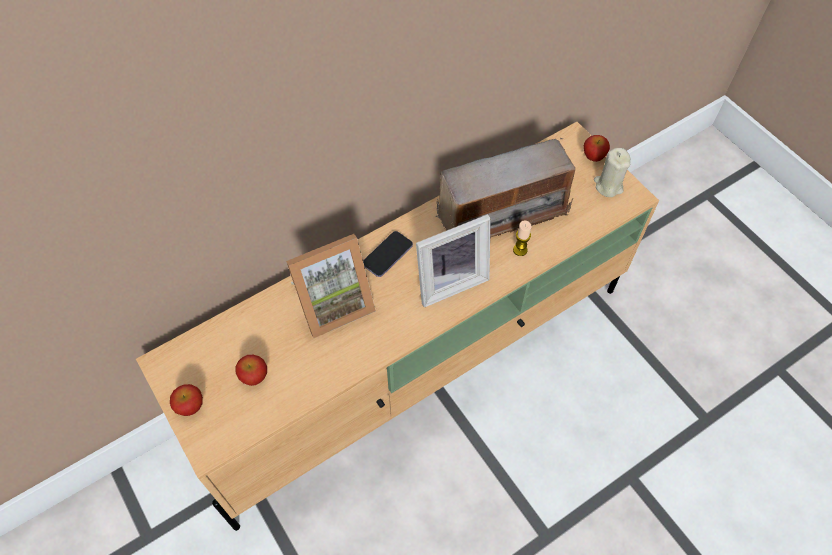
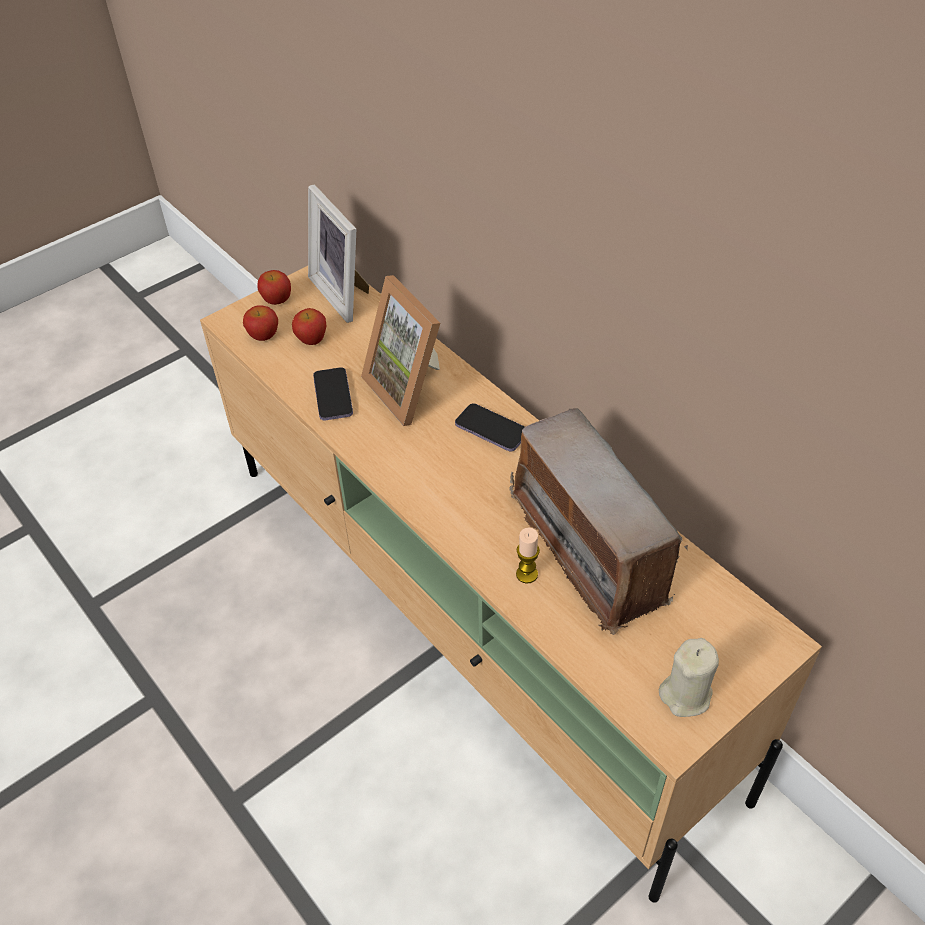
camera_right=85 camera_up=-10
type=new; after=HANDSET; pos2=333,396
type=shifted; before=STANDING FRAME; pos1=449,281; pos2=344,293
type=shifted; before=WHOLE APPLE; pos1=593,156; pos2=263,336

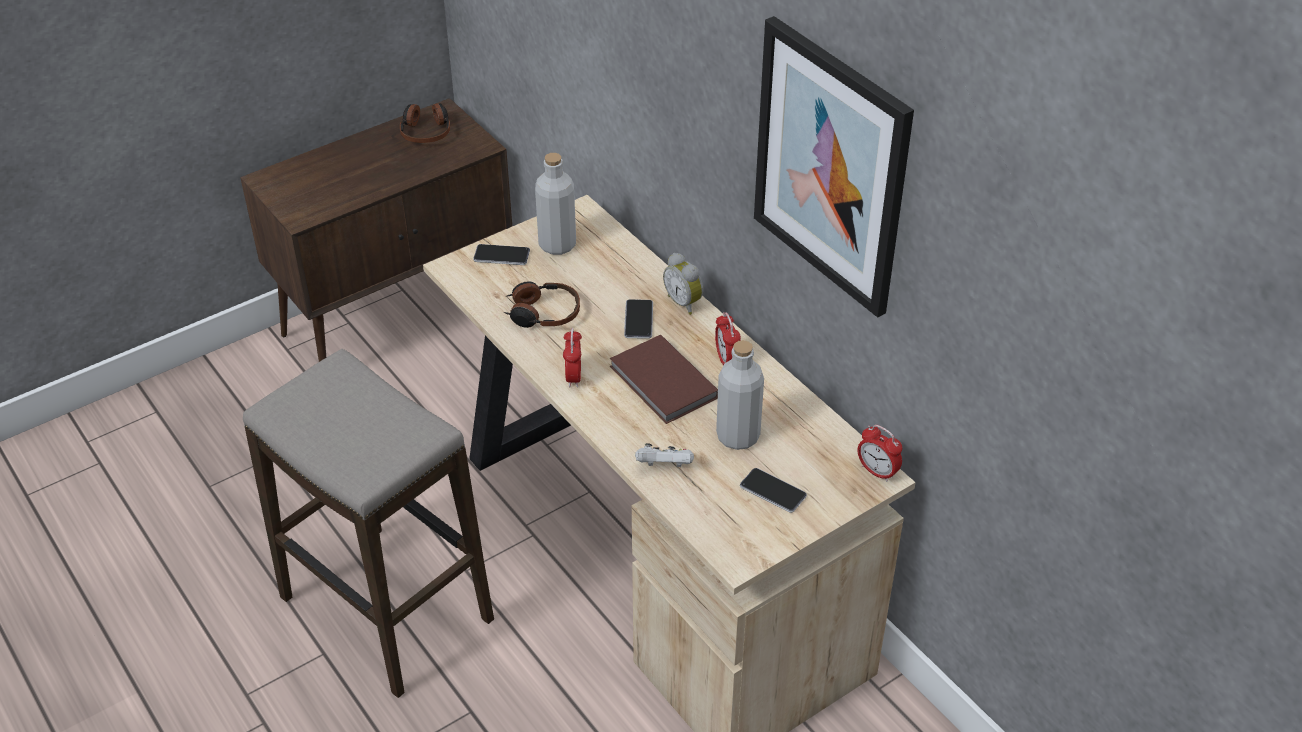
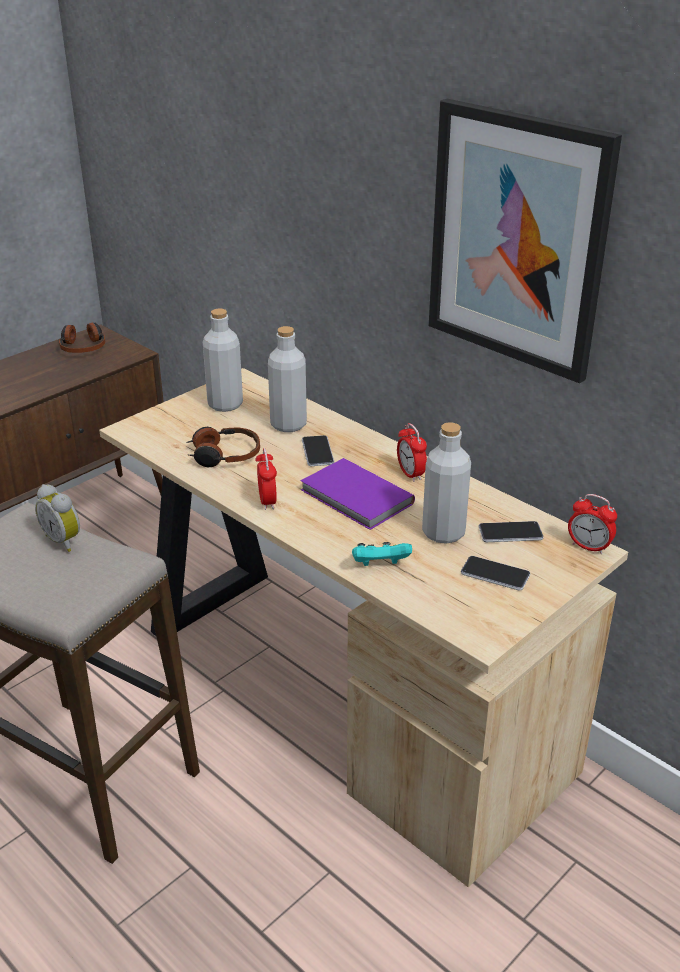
camera_right=-10 camera_up=-10
type=new; after=GREY BOTTLE; pos2=288,424
type=shifted; before=HANDSET; pos1=501,256; pos2=510,533
type=shifted; before=ALARM CLOCK; pos1=685,302; pos2=64,540
type=repainted; before=BROWN BOUND BOOK; after=PURPLISH BOUND BOOK; pos1=662,383; pos2=356,498
type=repainted; before=WHITE GAME CONTROLLER; after=TURQUOISE-COLOURED GAME CONTROLLER; pos1=664,467; pos2=380,565

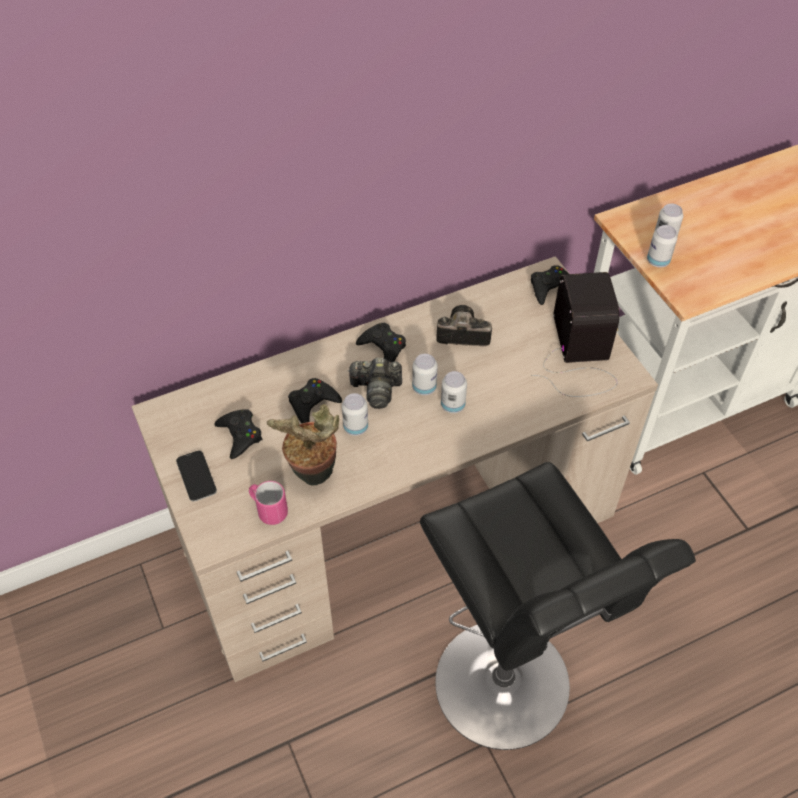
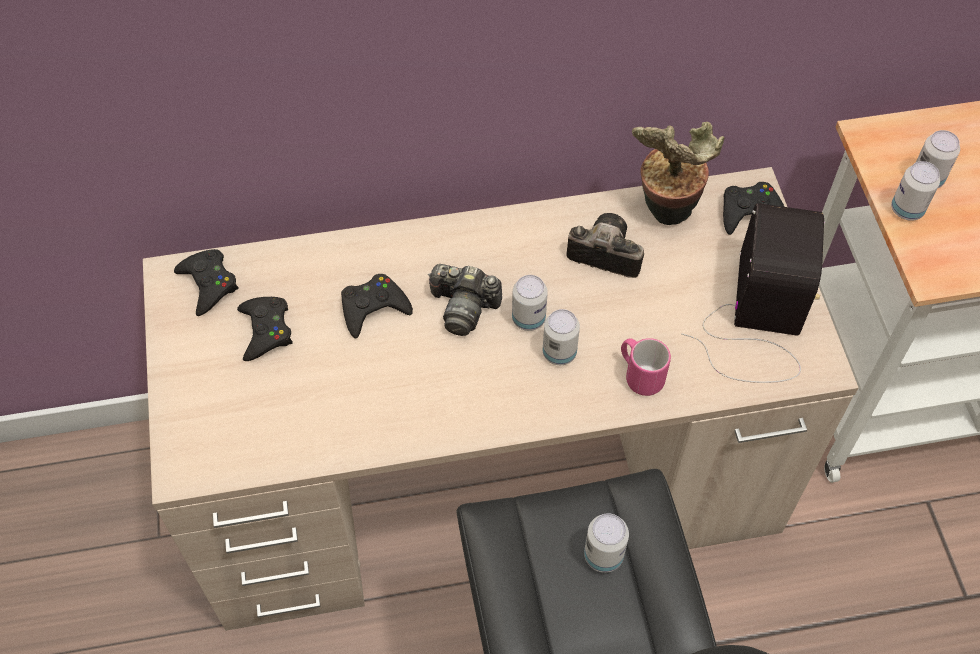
camera_right=15 camera_up=5
type=gone; before=HANDSET; pos1=196,476
type=shifted; before=PINK-COLOURED MUG; pos1=268,510; pos2=639,375
type=shifted; before=PLANT IN A POT; pos1=312,475; pos2=665,213
type=shifted; before=SEALED CAN; pos1=355,427; pos2=603,555
type=shifted; before=BLACK GAME CONTROLLER; pos1=383,347; pos2=208,284

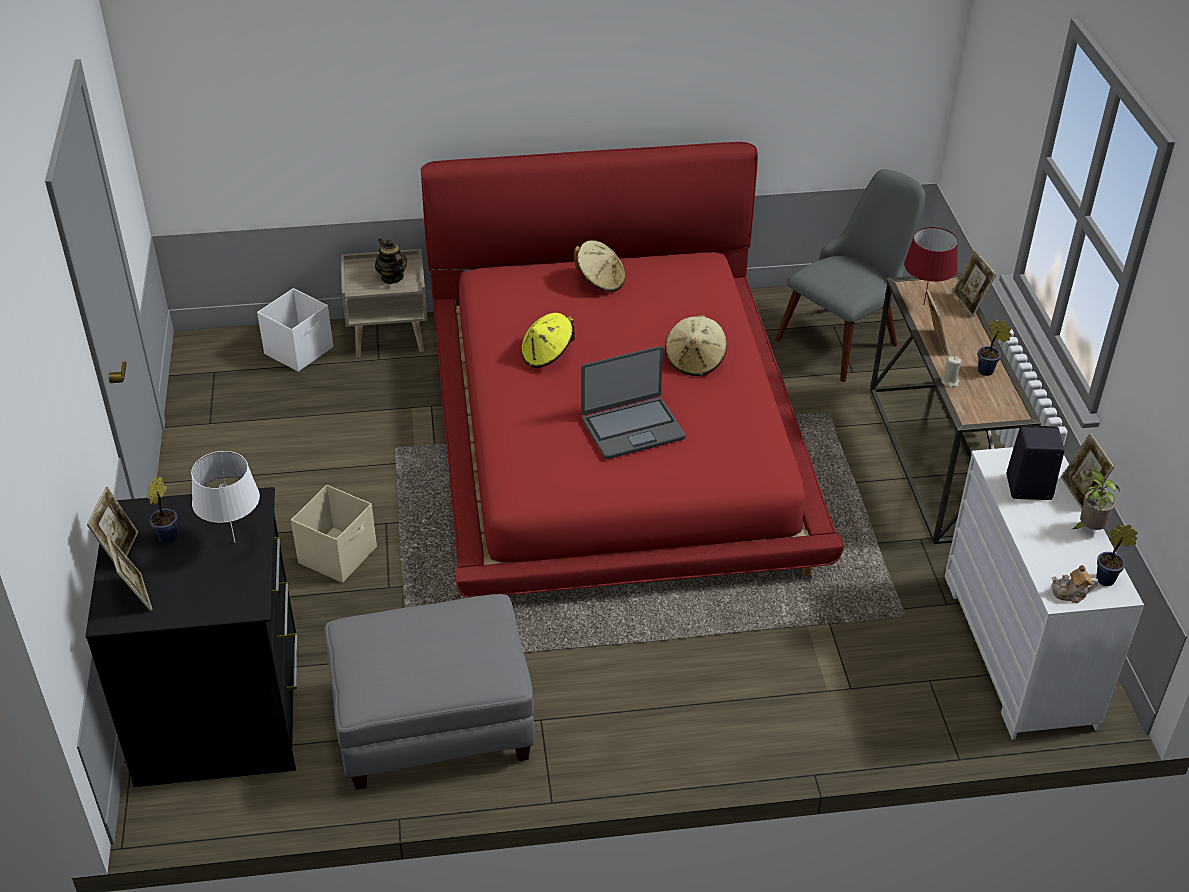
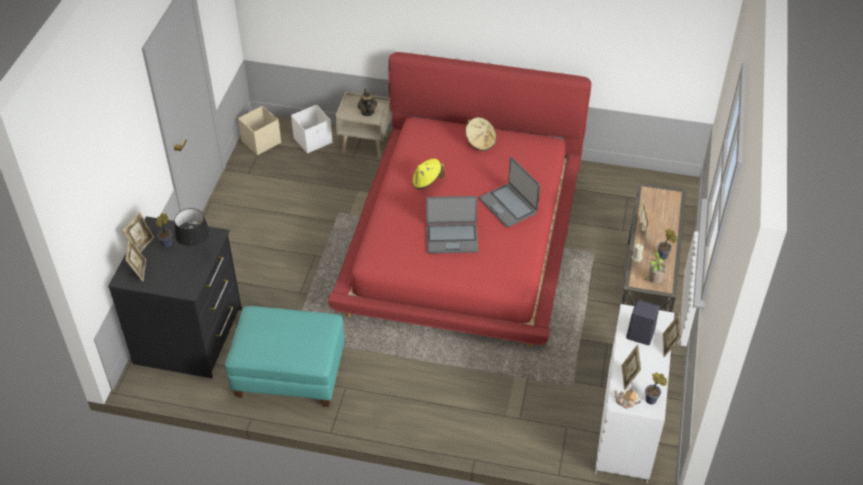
camera_right=20 camera_up=5
type=gone; before=GREY PLAIN CHAIR; pos1=847,336
type=gone; before=RED-COLOURED LAMP FOR A TABLE; pos1=924,305
type=shifted; before=SAND-COLOURED STORAGE CONTAINER; pos1=339,555; pos2=262,142
type=shifted; before=STANDING FRAME; pos1=969,303; pos2=628,378
type=shifted; before=PLANT IN A POT; pos1=1088,529; pos2=653,281
type=swapped; before=SAND-COLOURED WEARABLE HAT; after=PORTABLE COMPUTER; pos1=695,361; pos2=508,206
type=repainted; before=WHITE LAMP FOR A TABLE; after=BLACK LAMP FOR A TABLE; pos1=234,542; pos2=196,255
type=repainted; before=GREY OTTOMAN; after=TURQUOISE-COLOURED OTTOMAN; pos1=433,726; pos2=289,374

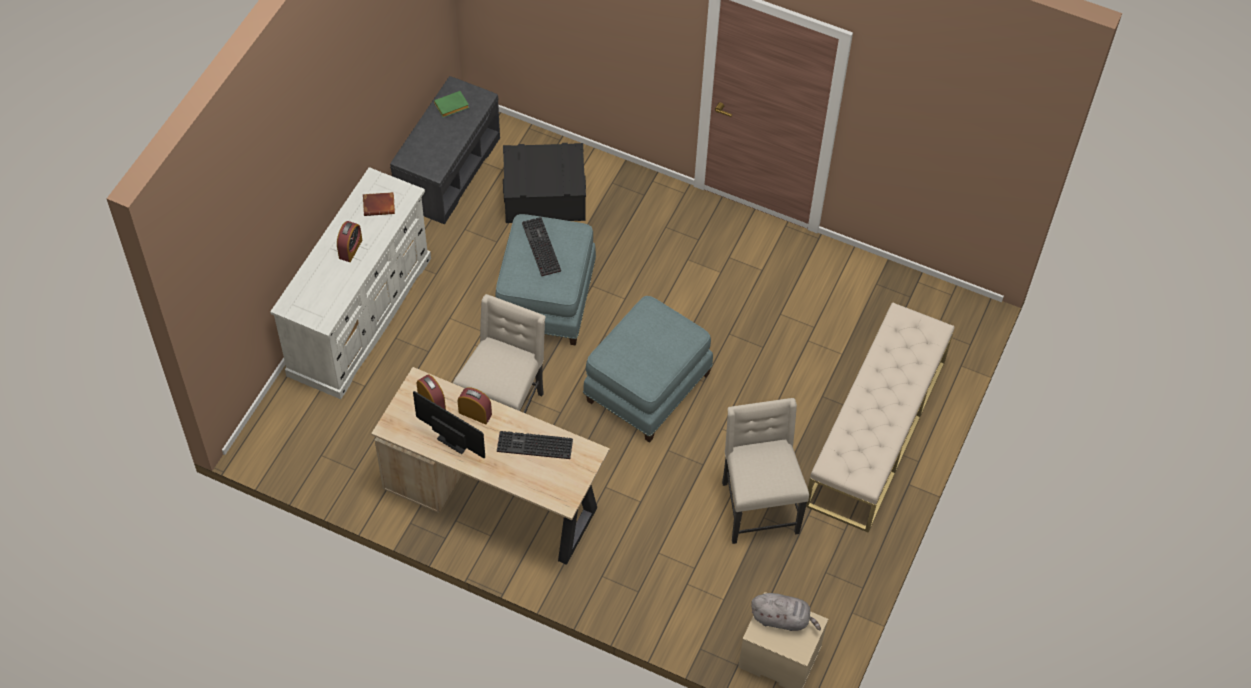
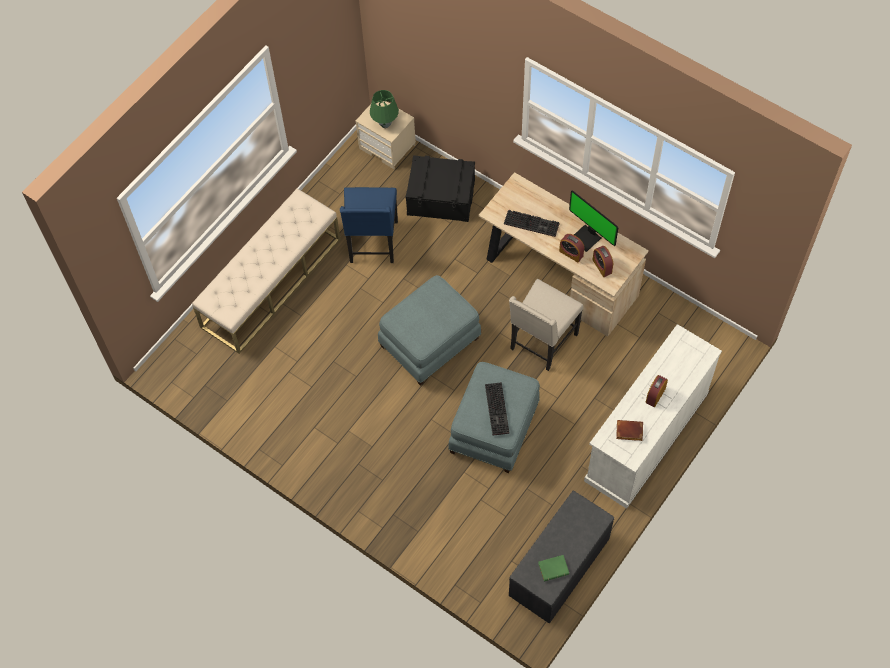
camera_right=-165 camera_up=5
type=shifted; before=BLACK STORAGE CONTAINER; pos1=544,196; pos2=441,197
type=swapped; before=GREY SOFT TOY; after=GREENISH LAMP FOR A TABLE; pos1=782,619; pos2=385,124
type=repainted; before=SAND-COLOURED PLAIN CHAIR; after=BLUE PLAIN CHAIR; pos1=757,506; pos2=373,243

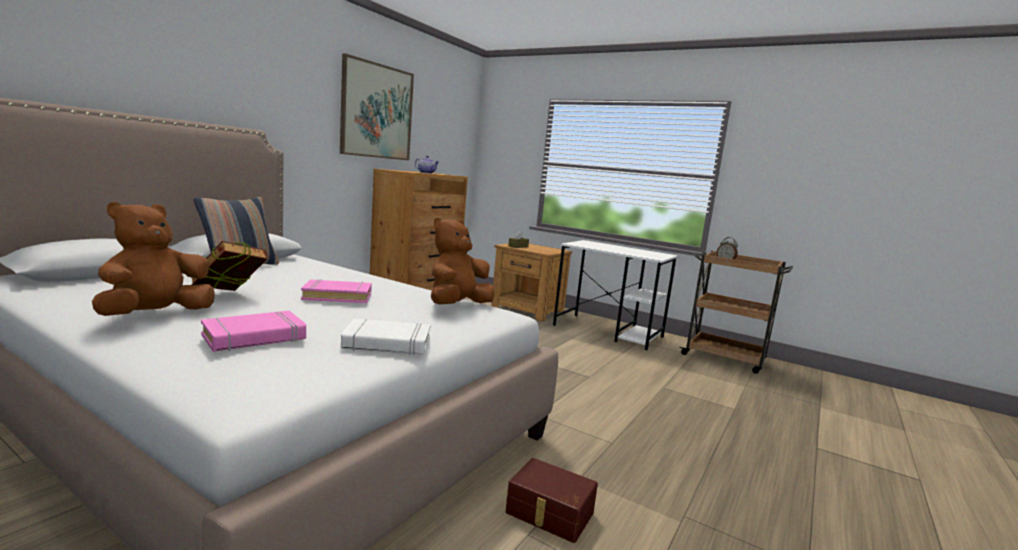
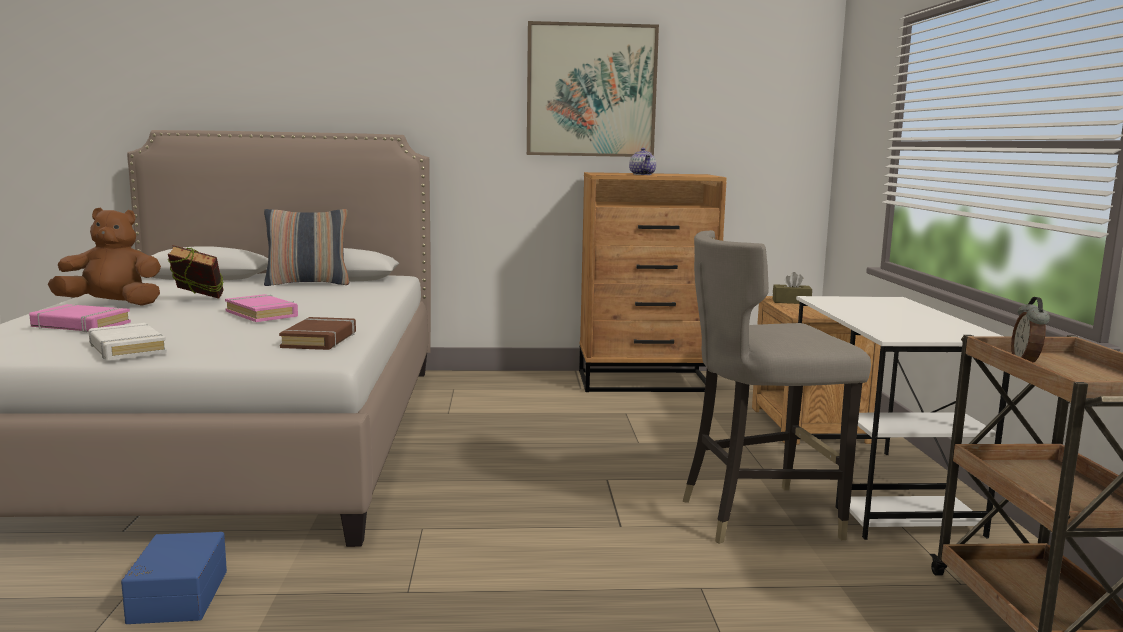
camera_right=55 camera_up=0
type=new; after=GREY STOOL SEAT; pos2=757,516
type=swapped; before=BROWN SOFT TOY; after=BROWN BOUND BOOK; pos1=457,306; pos2=320,340
type=repainted; before=BROWN STORAGE CONTAINER; after=BLUE STORAGE CONTAINER; pos1=549,513; pos2=175,596

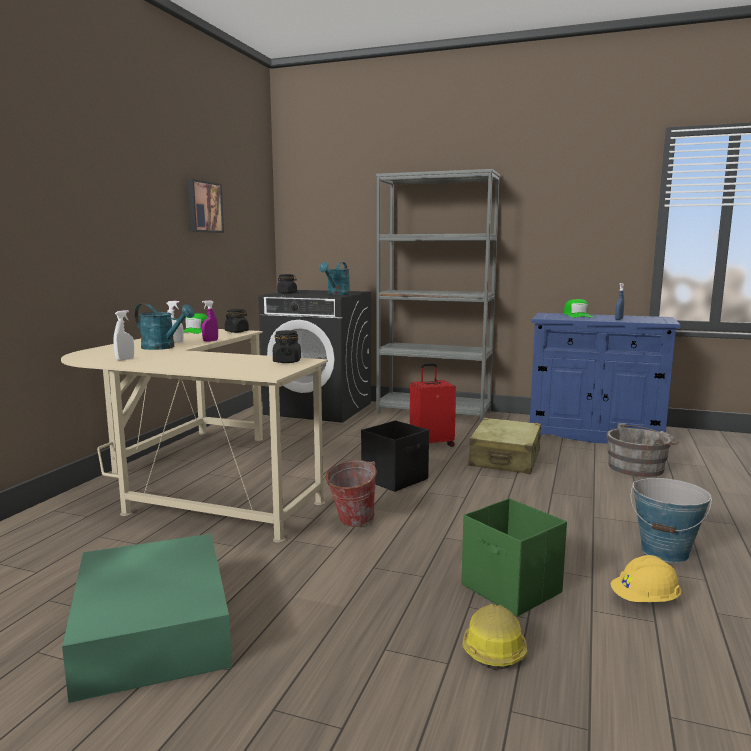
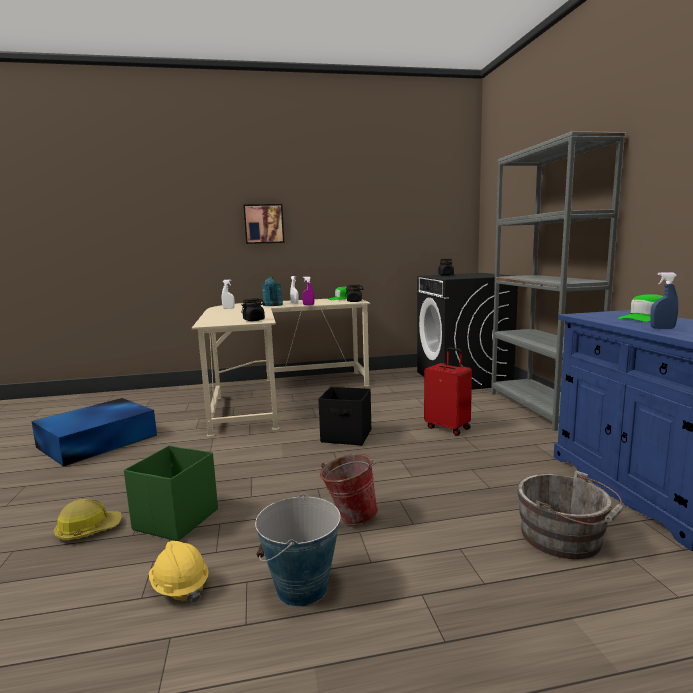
camera_right=60 camera_up=0
type=gone; before=TURQUOISE-COLOURED WATERING POT; pos1=336,294
type=gone; before=SAND-COLOURED PIECE OF LUGGAGE; pos1=505,459
type=shifted; before=WALL ART; pos1=203,207; pos2=264,224
type=shifted; before=WATER BUCKET; pos1=350,523; pos2=349,517
type=repainted; before=GREENISH STORAGE CONTAINER; after=BLUE STORAGE CONTAINER; pos1=154,627; pos2=99,441

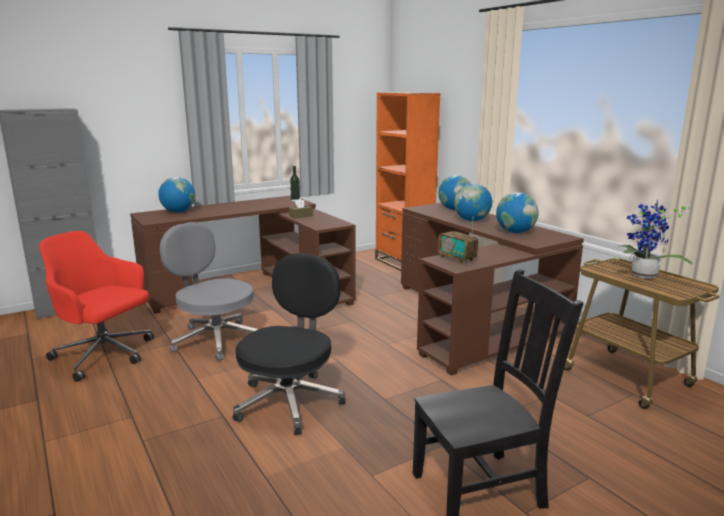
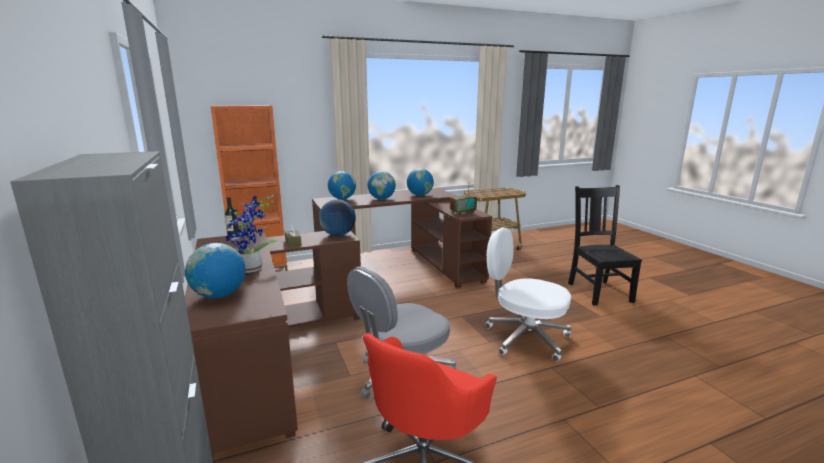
camera_right=-80 camera_up=0
type=new; after=WORLD GLOBE; pos2=338,234
type=shifted; before=PLANT IN A POT; pos1=643,276; pos2=252,270
type=repainted; before=BLACK OFFICE CHAIR; after=WHITE OFFICE CHAIR; pos1=290,401; pos2=525,337

